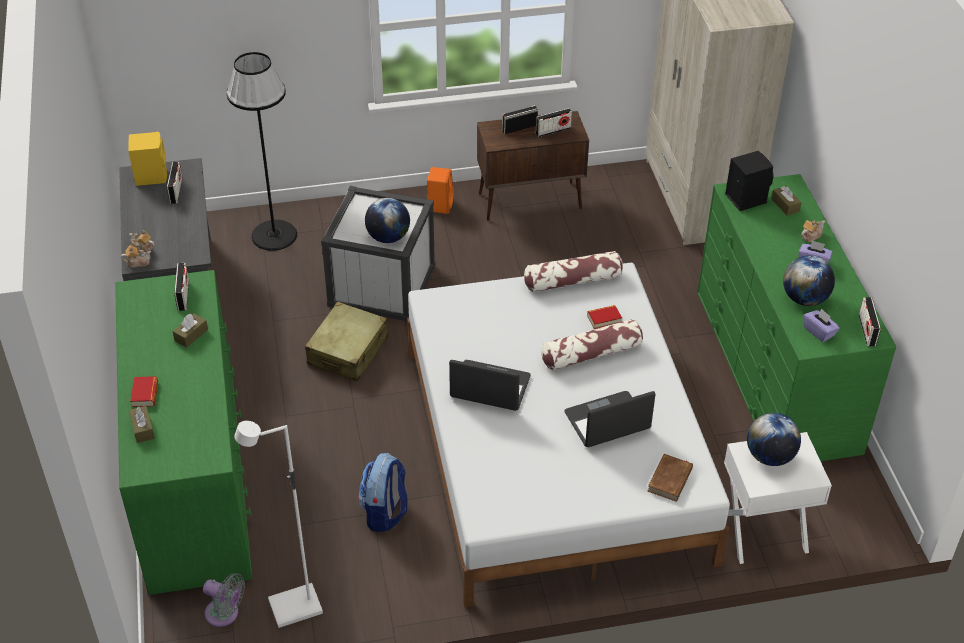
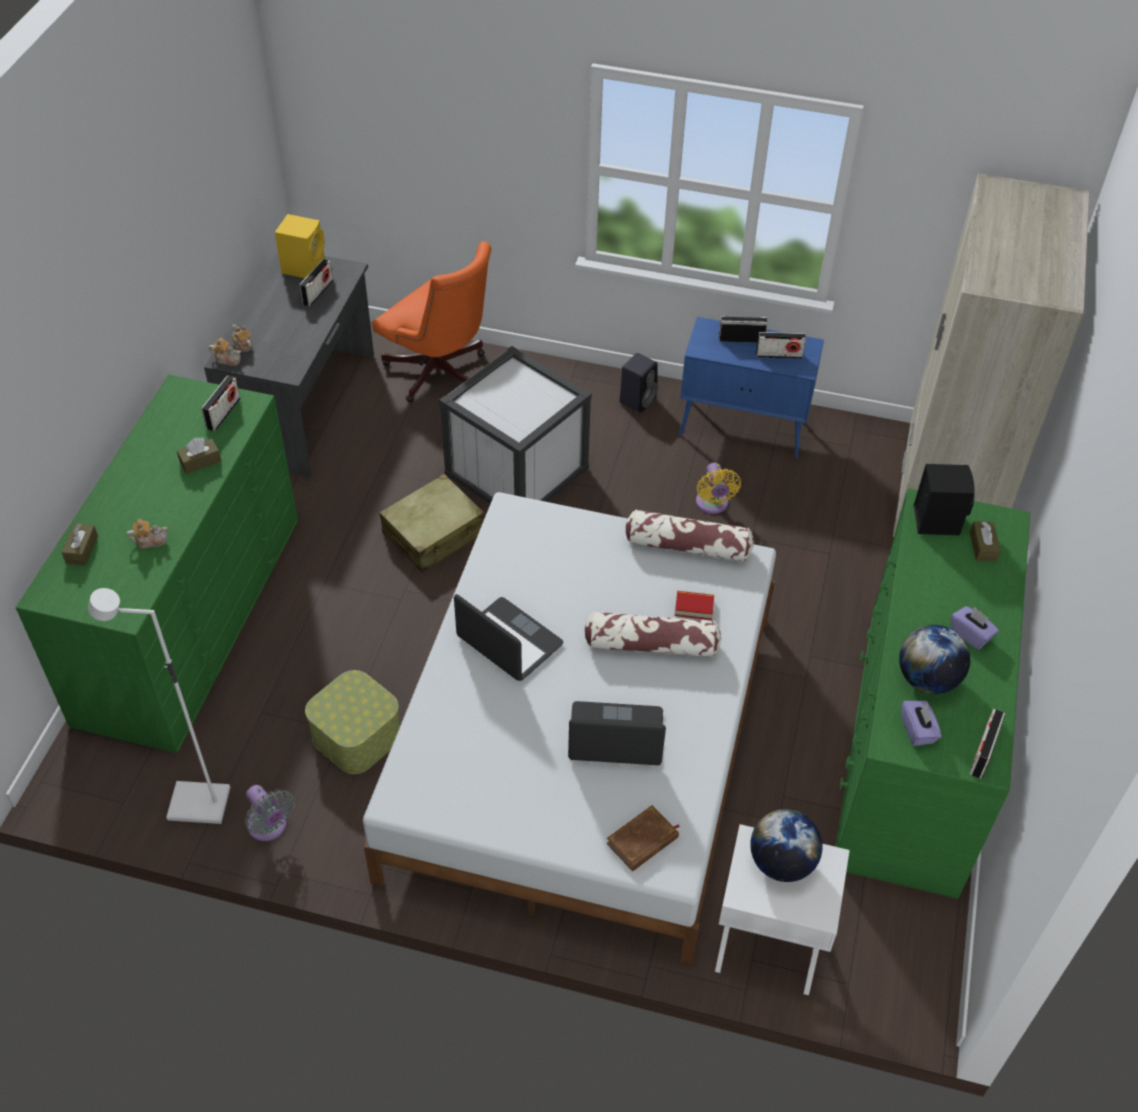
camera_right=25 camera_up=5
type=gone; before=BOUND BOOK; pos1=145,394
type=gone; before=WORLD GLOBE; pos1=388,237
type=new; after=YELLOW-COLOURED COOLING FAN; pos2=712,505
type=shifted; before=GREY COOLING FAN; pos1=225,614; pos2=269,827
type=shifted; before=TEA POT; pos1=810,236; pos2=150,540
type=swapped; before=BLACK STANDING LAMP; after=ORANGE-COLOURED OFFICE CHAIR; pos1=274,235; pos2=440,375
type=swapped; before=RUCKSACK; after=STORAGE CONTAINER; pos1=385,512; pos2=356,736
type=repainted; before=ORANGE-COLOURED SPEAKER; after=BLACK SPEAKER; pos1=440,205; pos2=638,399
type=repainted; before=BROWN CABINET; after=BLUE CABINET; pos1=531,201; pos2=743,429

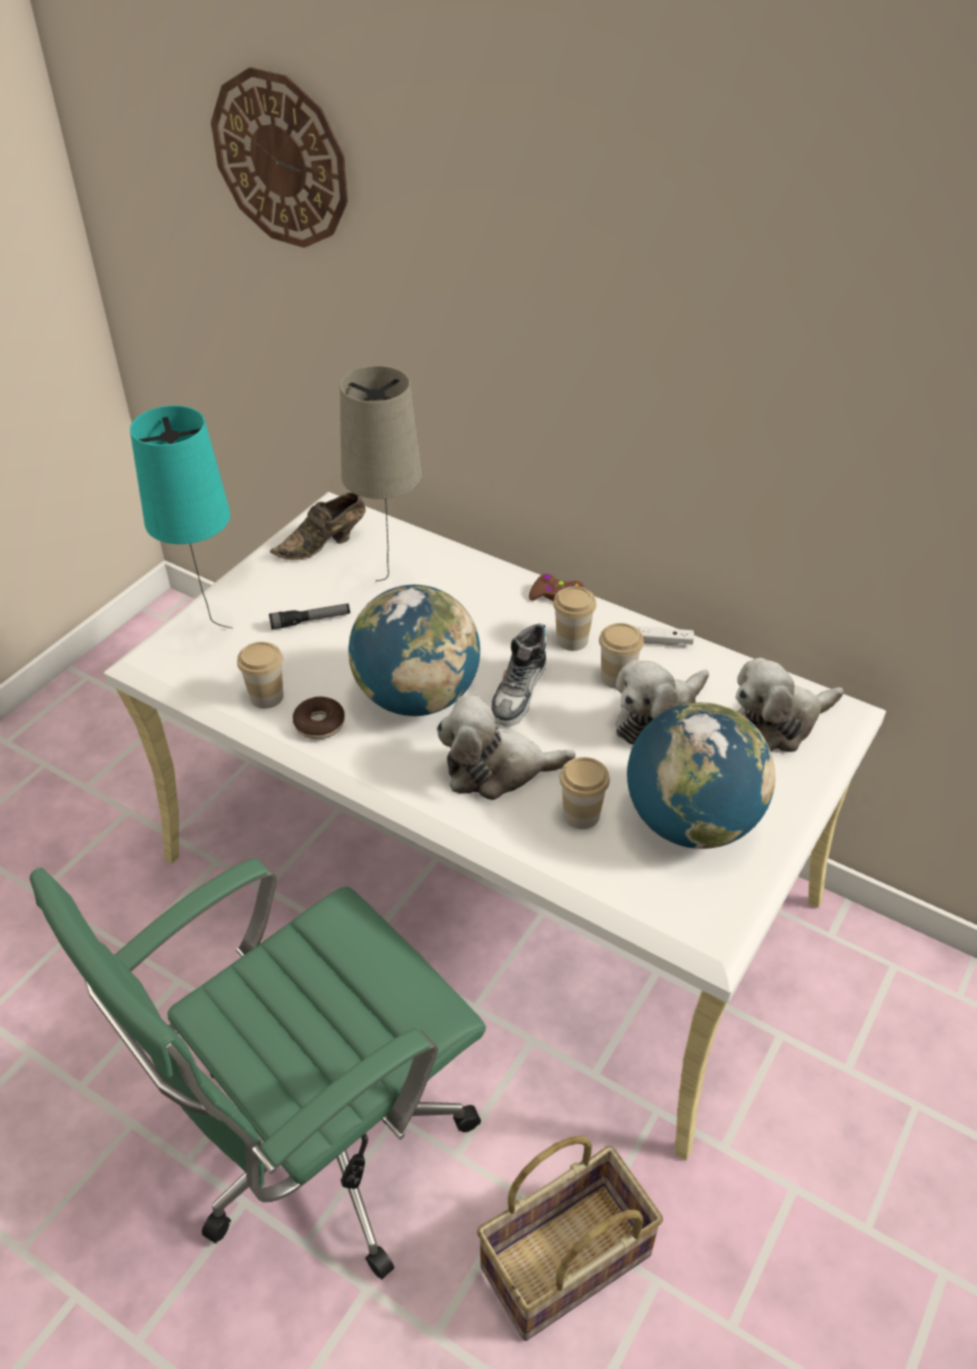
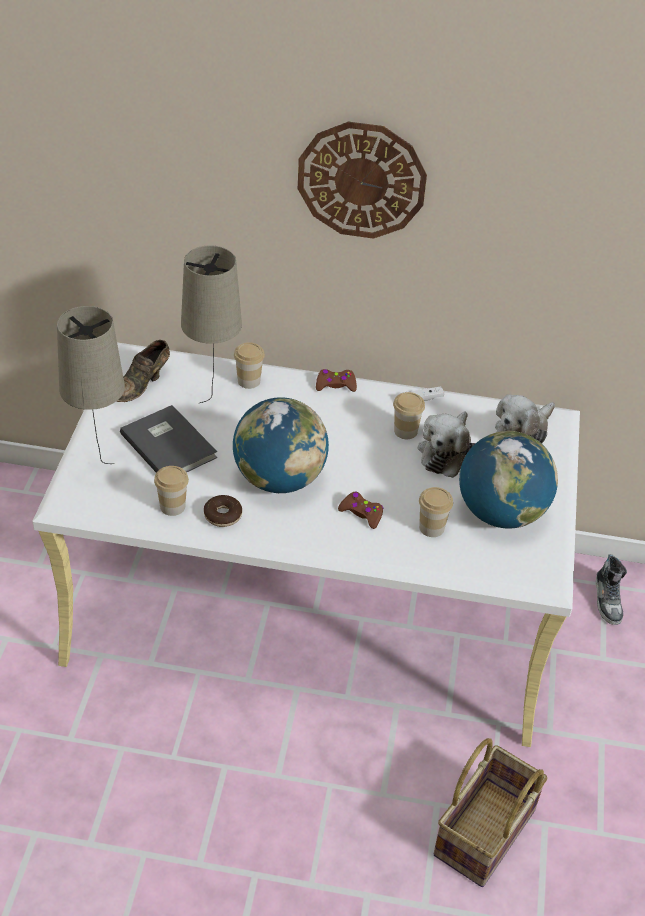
camera_right=-25 camera_up=0
type=gone; before=GREENISH OFFICE CHAIR; pos1=318,1149
type=shifted; before=CLOCK ON THE WALL; pos1=281,159; pos2=361,180
type=shifted; before=ITEM OF FOOTWEAR; pos1=519,692; pos2=608,600
type=shifted; before=DRINKING CUP; pos1=572,640; pos2=249,381
type=swapped; before=TORCH; after=GREY BOUND BOOK; pos1=310,621; pos2=169,444
type=swapped; before=SOFT TOY; after=BROWN GAME CONTROLLER; pos1=497,769; pos2=361,513
type=repainted; before=TURQUOISE-COLOURED LAMP FOR A TABLE; after=SAND-COLOURED LAMP FOR A TABLE; pos1=211,633; pos2=101,471

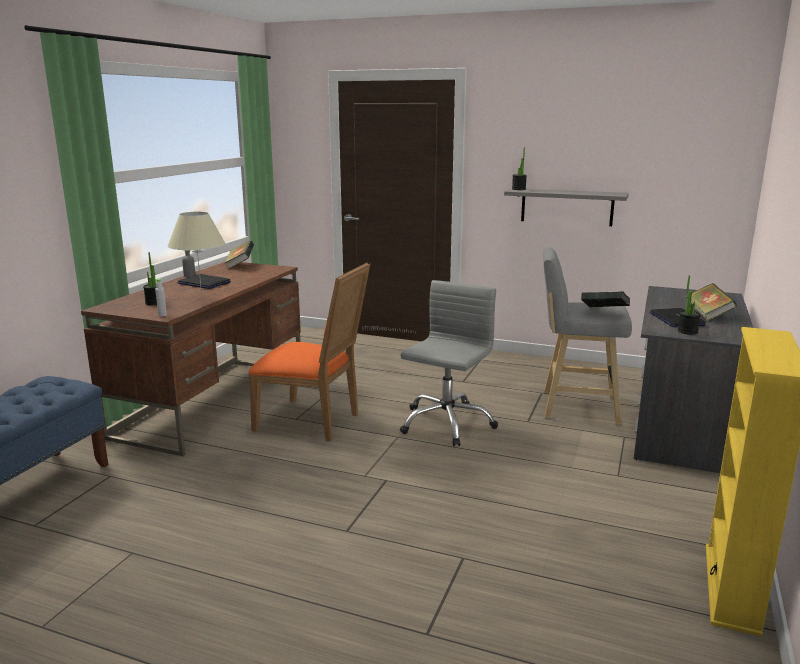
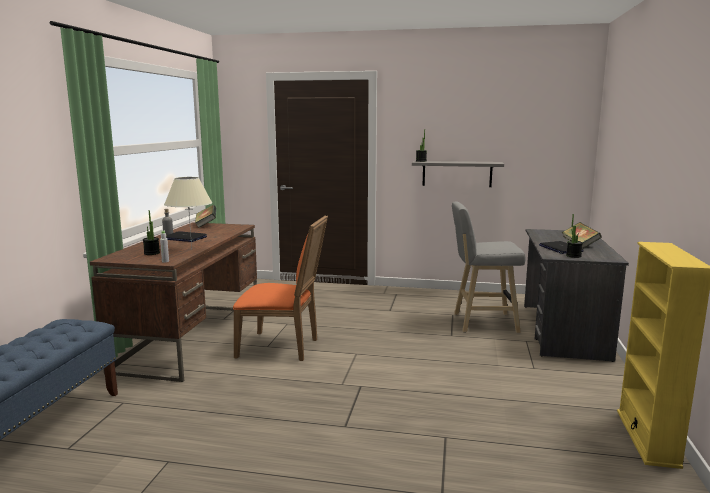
camera_right=-10 camera_up=-5
type=gone; before=GREY OFFICE CHAIR; pos1=446,423
type=gone; before=BOUND BOOK; pos1=604,312

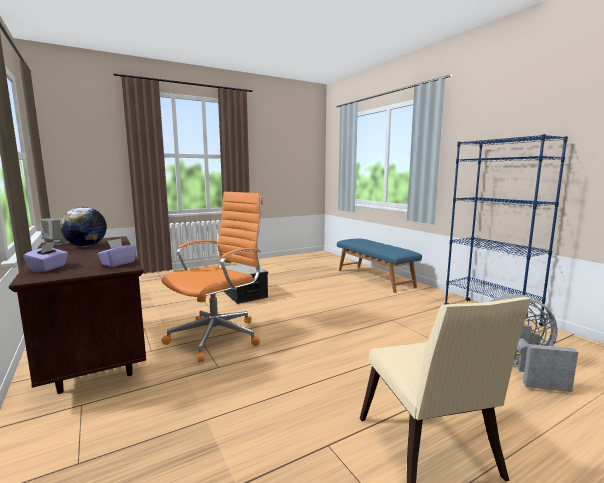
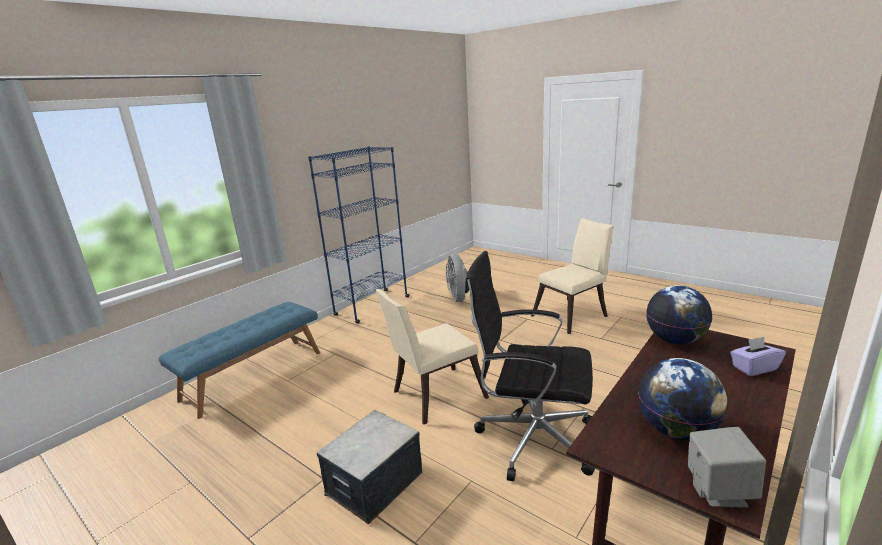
camera_right=-110 camera_up=10
type=new; after=SAND-COLOURED PLAIN CHAIR; pos2=433,396
type=swapped; before=PURPLISH BOX OF TISSUES; after=WORLD GLOBE; pos1=118,263; pos2=675,340
type=repainted; before=ORANGE-COLOURED OFFICE CHAIR; after=BLACK OFFICE CHAIR; pos1=218,336; pos2=532,438

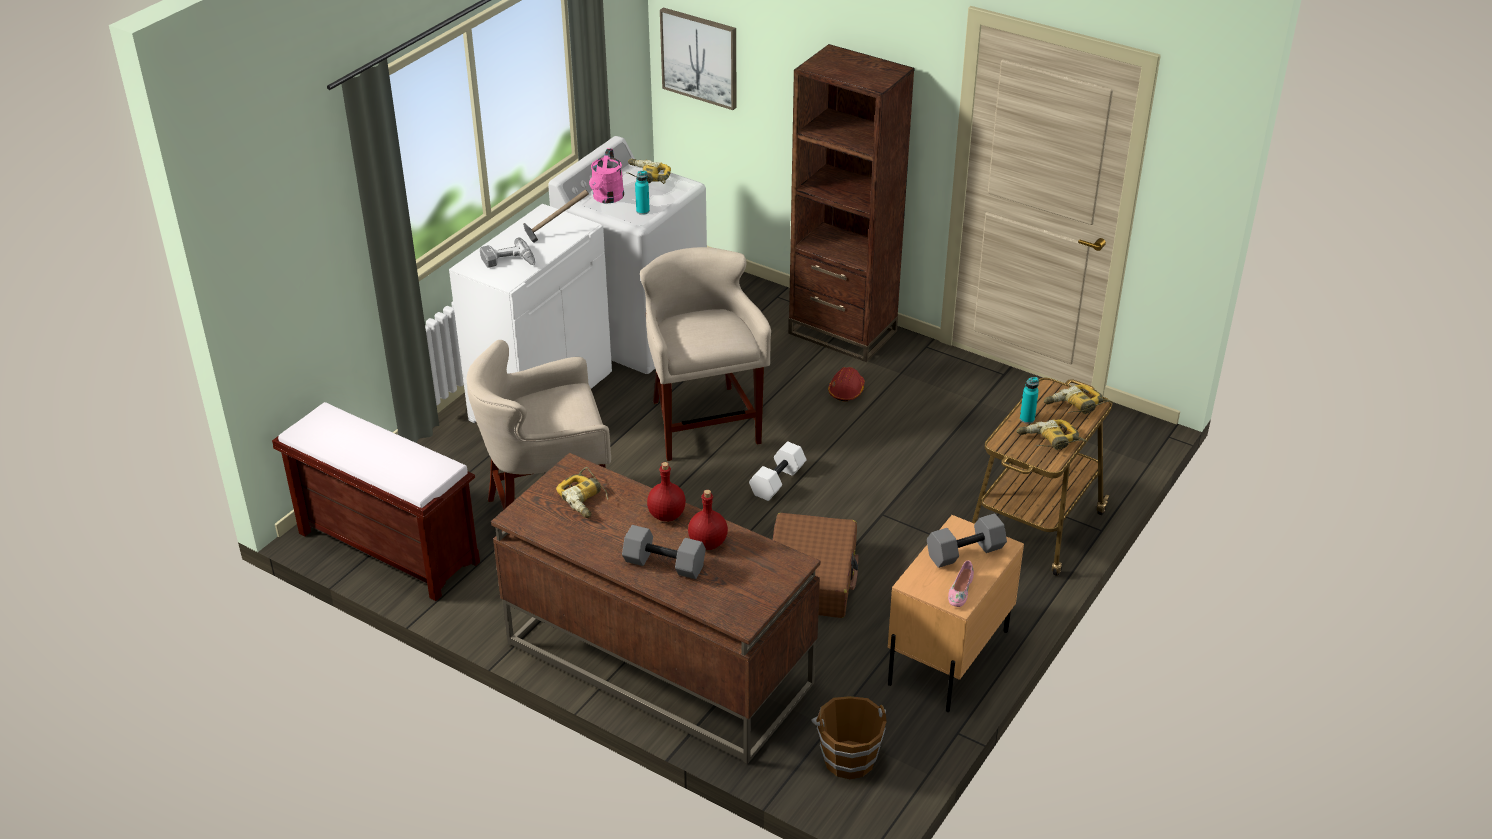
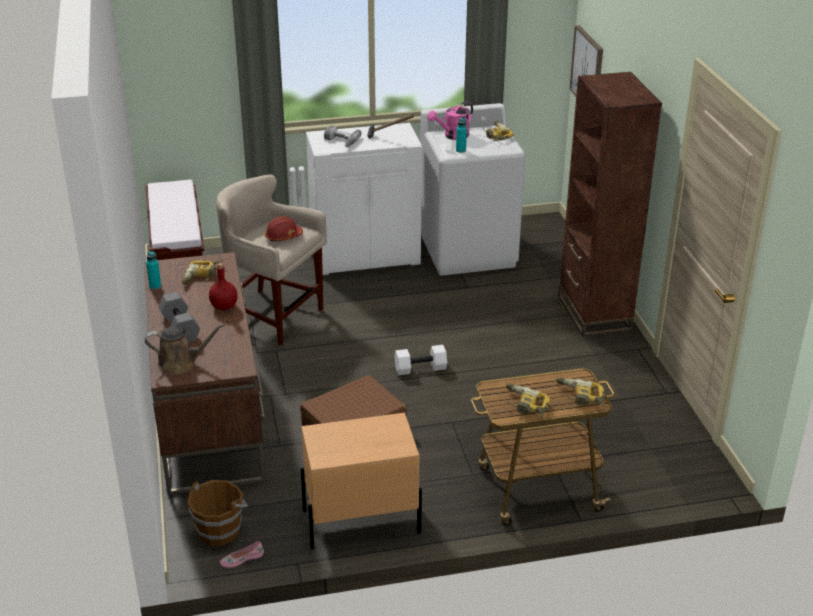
camera_right=45 camera_up=-5
type=gone; before=SAND-COLOURED STOOL SEAT; pos1=703,424
type=gone; before=RED-COLOURED BOTTLE; pos1=708,543
type=gone; before=GREY DUMBBELL; pos1=965,551
type=new; after=BROWN WATERING POT; pos2=181,363
type=shifted; before=RED-COLOURED HARD HAT; pos1=846,391; pos2=283,236
type=shifted; before=PINK-COLOURED ITEM OF FOOTWEAR; pos1=960,591; pos2=241,559
type=shifted; before=TURQUOISE-COLOURED BOTTLE; pos1=1027,419; pos2=155,286

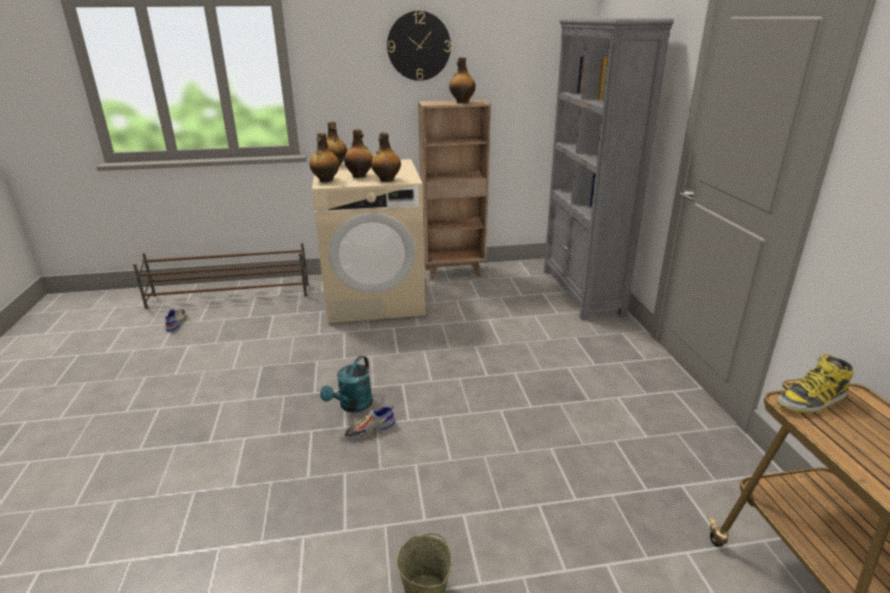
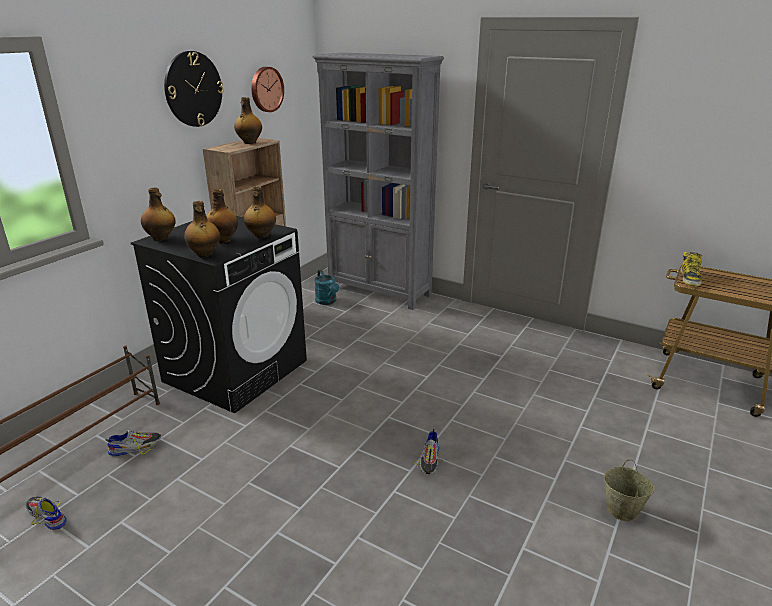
camera_right=-50 camera_up=0
type=new; after=ITEM OF FOOTWEAR; pos2=136,447
type=new; after=CLOCK ON THE WALL; pos2=266,89
type=shifted; before=TURQUOISE-COLOURED WATERING POT; pos1=352,406; pos2=327,302
type=repainted; before=SAND-COLOURED LAUNDRY APPLIANCE; after=BLACK LAUNDRY APPLIANCE; pos1=375,299; pos2=236,370

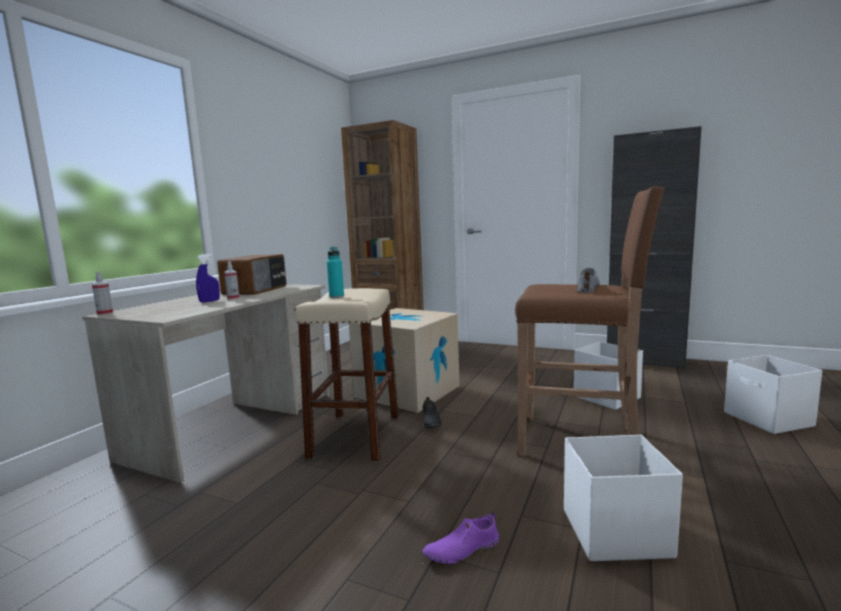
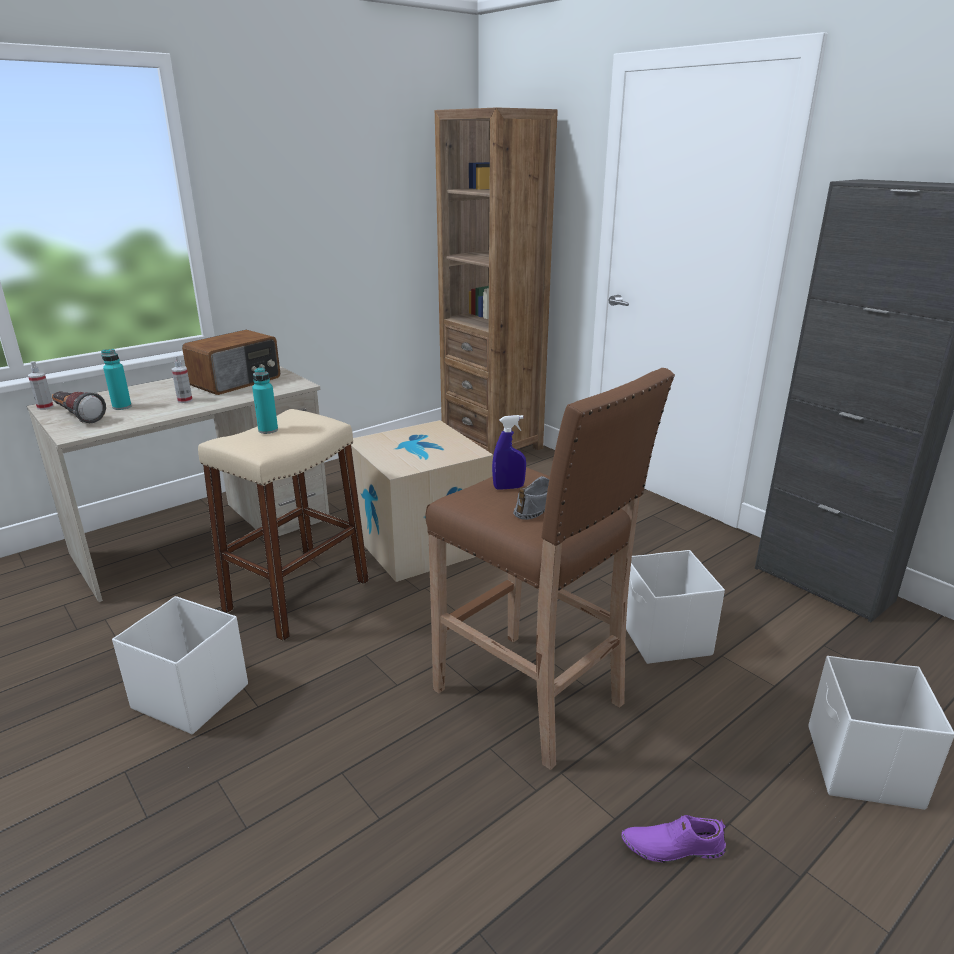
camera_right=25 camera_up=15
type=gone; before=BLACK ITEM OF FOOTWEAR; pos1=430,421
type=new; after=TORCH; pos2=77,417
type=new; after=TURQUOISE-COLOURED BOTTLE; pos2=122,407
type=shifted; before=BLUE SPRAYER; pos1=209,301; pos2=508,487
type=shifted; before=PURPLISH ITEM OF FOOTWEAR; pos1=462,549; pos2=672,846
type=shifted; before=WHITE STORAGE CONTAINER; pos1=613,532; pos2=190,696

